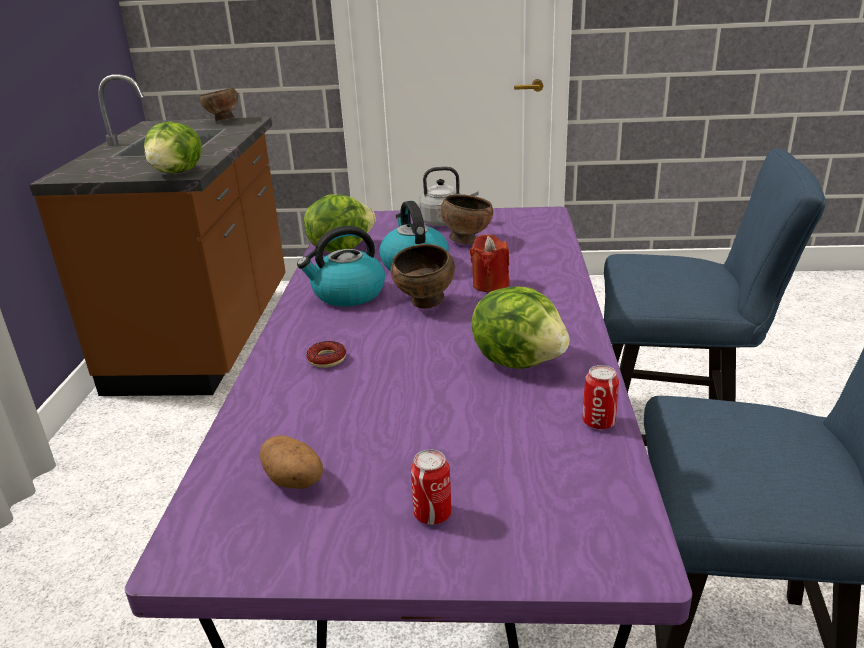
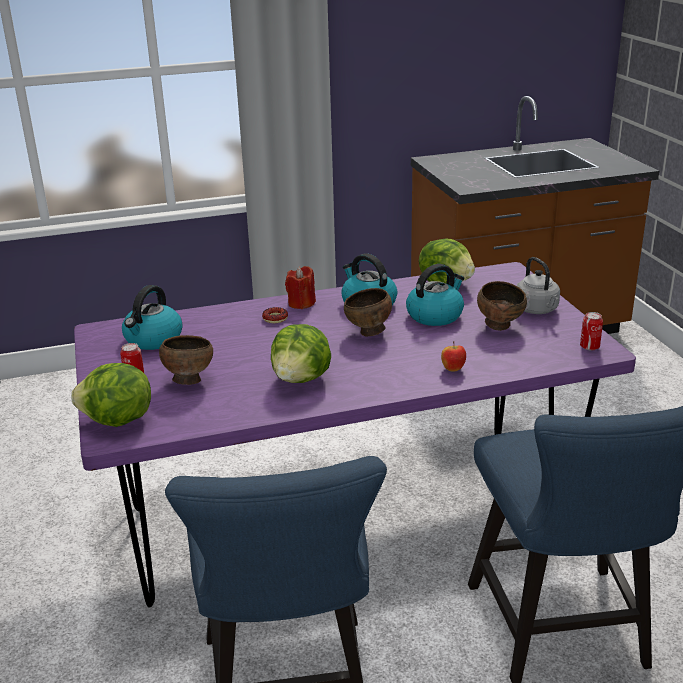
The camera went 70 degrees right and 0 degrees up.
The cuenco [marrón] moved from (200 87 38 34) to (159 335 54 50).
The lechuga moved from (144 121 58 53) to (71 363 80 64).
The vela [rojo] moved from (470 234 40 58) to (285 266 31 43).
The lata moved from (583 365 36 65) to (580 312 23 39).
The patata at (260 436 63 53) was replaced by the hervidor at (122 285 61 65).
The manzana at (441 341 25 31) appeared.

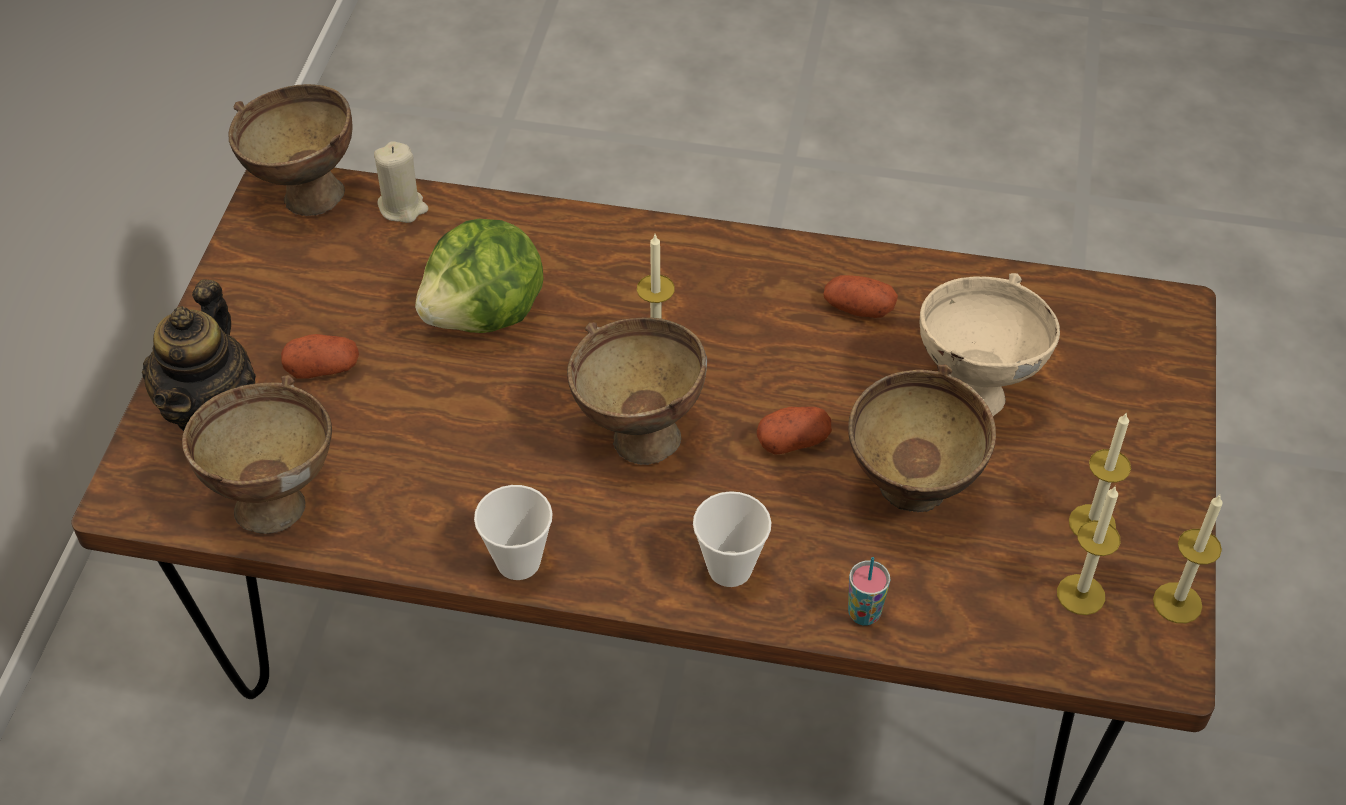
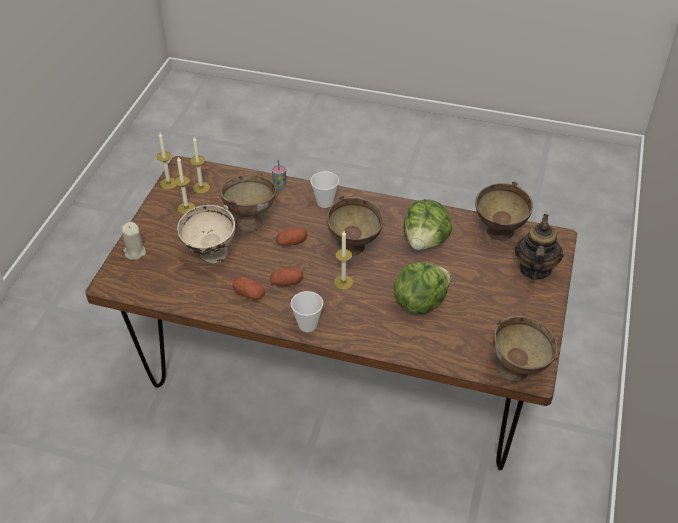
The camera went 175 degrees left and 5 degrees down.
The vela [beis] moved from (374 141 54 82) to (121 222 25 38).
The patata moved from (281 334 78 44) to (270 268 33 18).
The taza moved from (474 485 79 95) to (291 291 32 41).
The lechuga at (403 199 49 51) appeared.

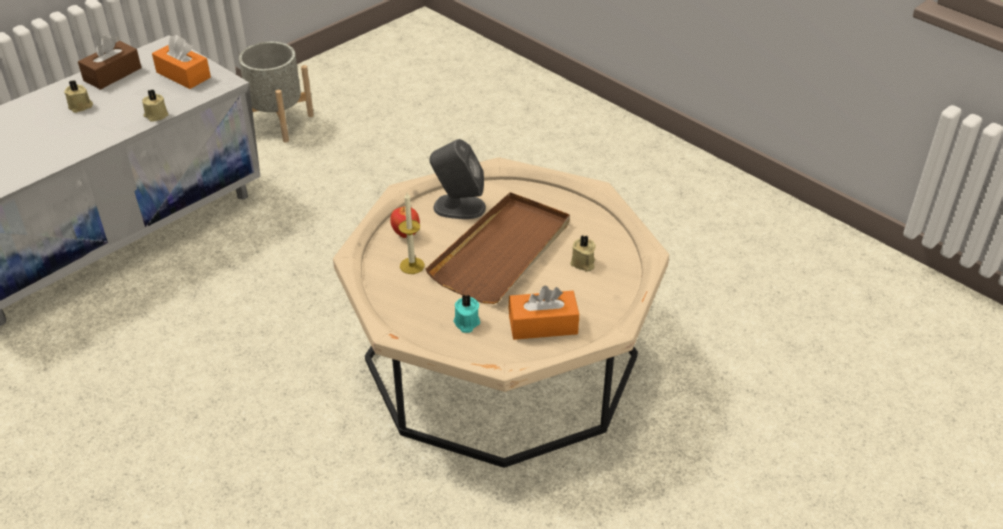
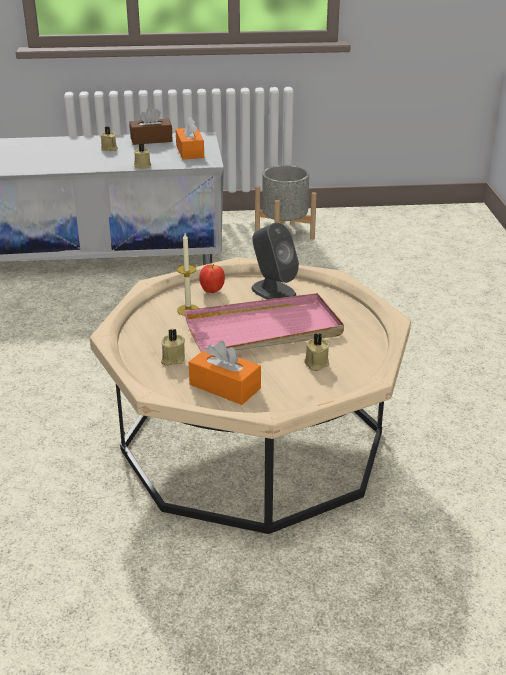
The camera went 40 degrees right and 10 degrees down.
The bandeja [marrón] at (426 192 144 112) became the bandeja [rosa] at (184 293 160 59).
The vela [turquesa] at (453 294 27 39) became the vela [beis] at (161 329 24 37).

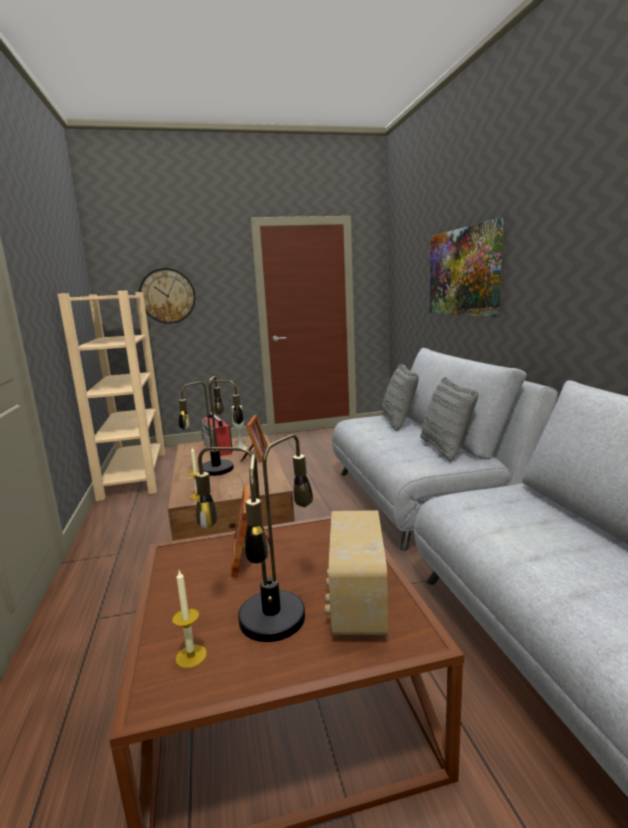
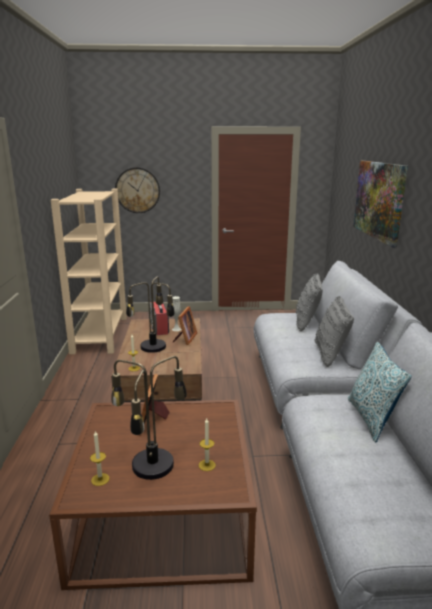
The camera went 10 degrees right and 5 degrees up.
The radio at (325 510 63 125) was replaced by the vela at (199 418 17 53).
The cojín at (348 342 64 100) appeared.

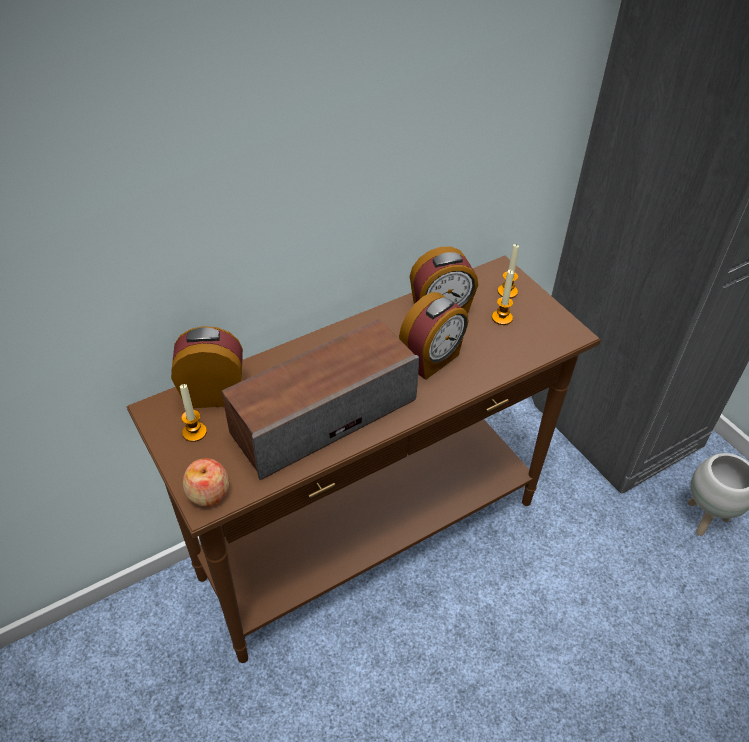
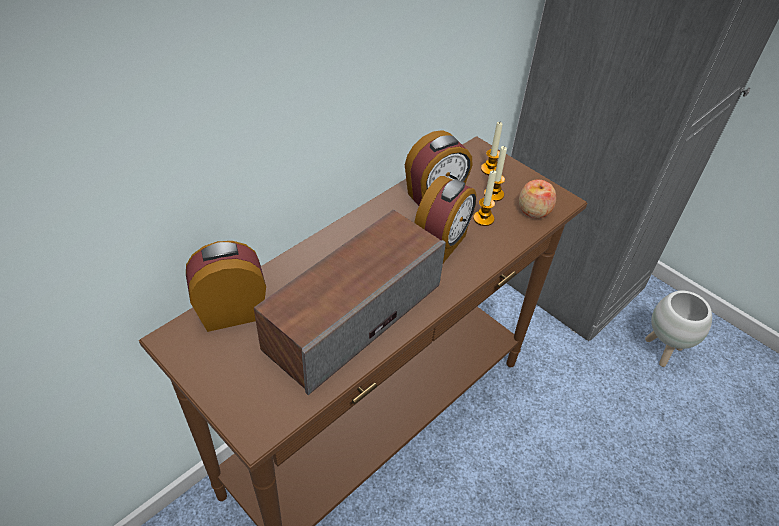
The camera went 15 degrees left and 0 degrees up.
The vela moved from (180 384 27 58) to (473 170 23 56).
The manzana moved from (183 458 47 49) to (519 179 37 39).

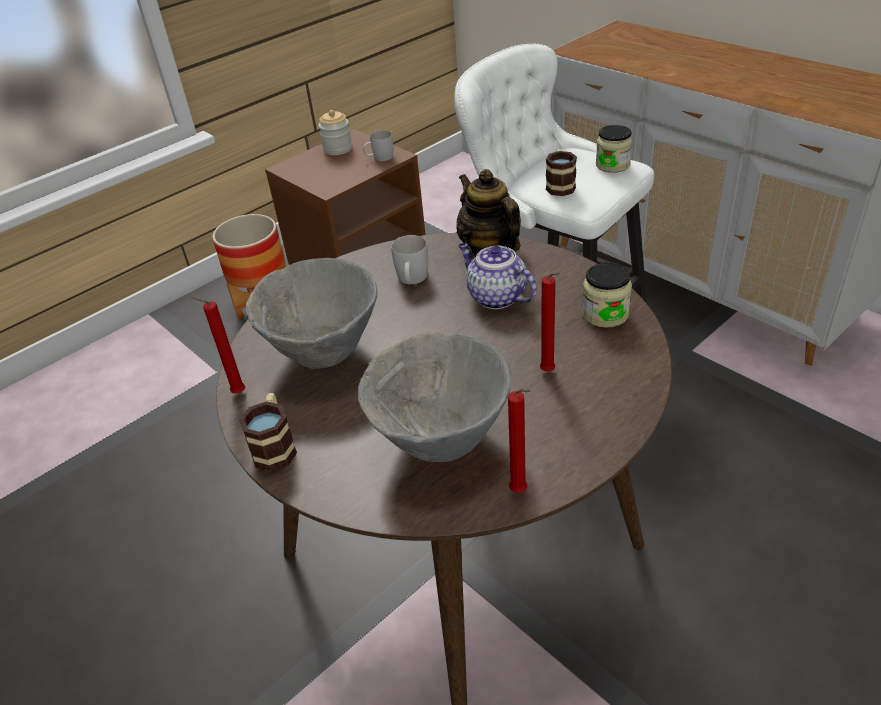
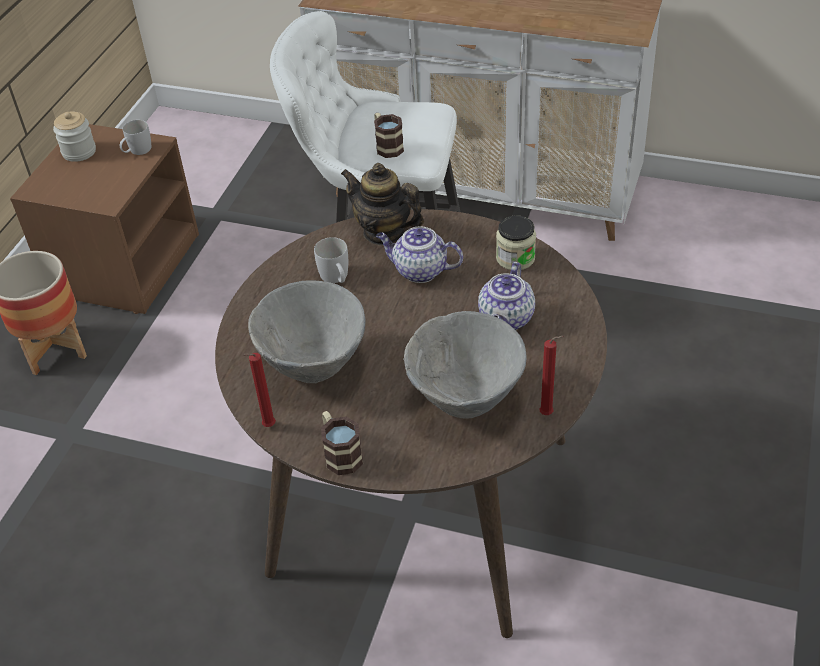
The camera went 30 degrees left and 5 degrees up.
The tarro at (596 125 36 48) disappeared.
The vela [rojo] at (540 273 20 99) was replaced by the tetera at (478 262 57 68).

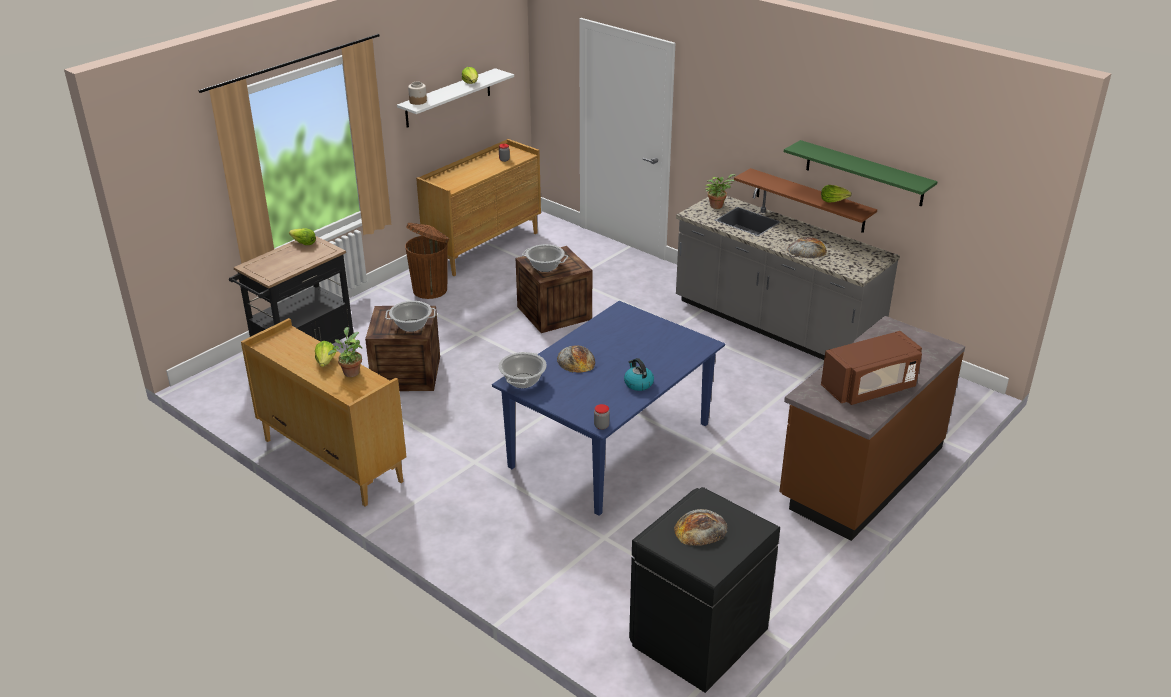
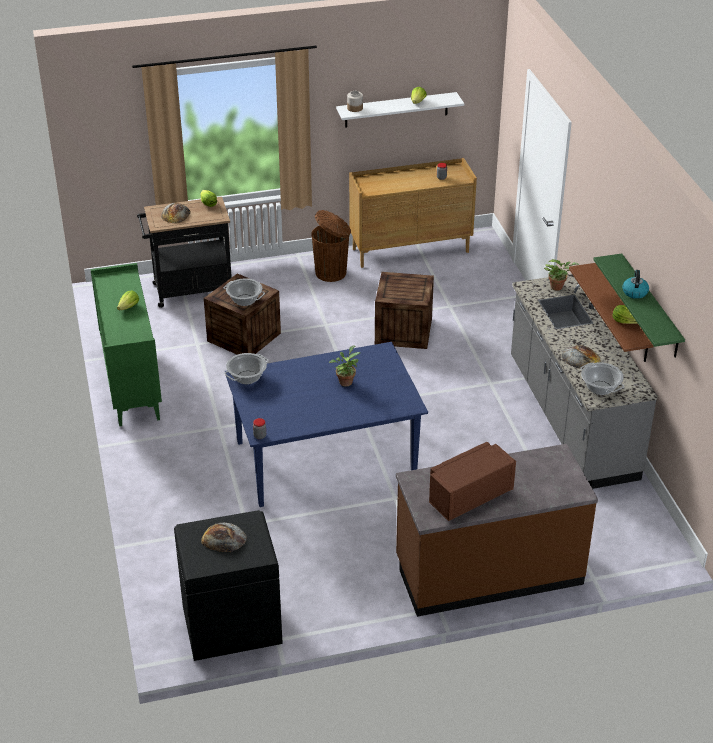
The camera went 35 degrees right and 5 degrees up.
The olla moved from (522 244 46 28) to (580 362 44 33).
The cómoda [marrón] at (241 318 165 188) became the cómoda [verde] at (90 263 72 164).
The planta en maceta moved from (328 327 35 50) to (329 345 31 42).
The microondas [marrón] at (821 331 101 74) turned 135 degrees clockwise.
The pan moved from (557 346 38 27) to (161 203 29 20).
The hervidor moved from (624 358 30 33) to (622 270 27 29).

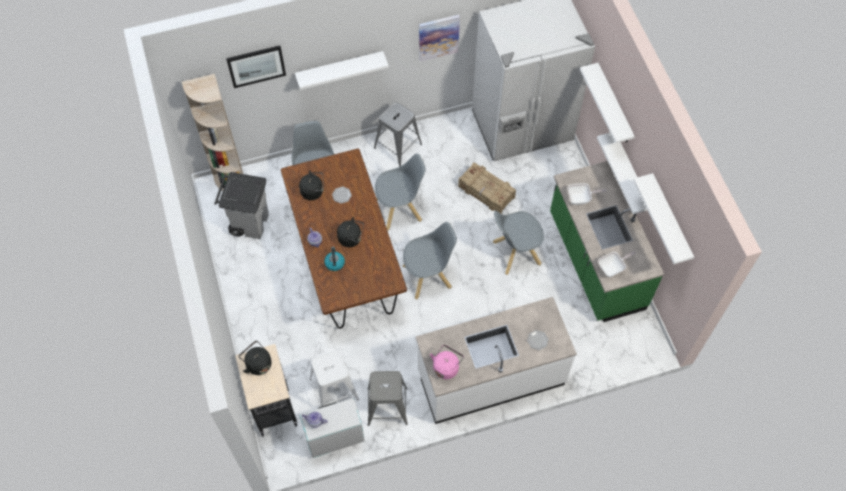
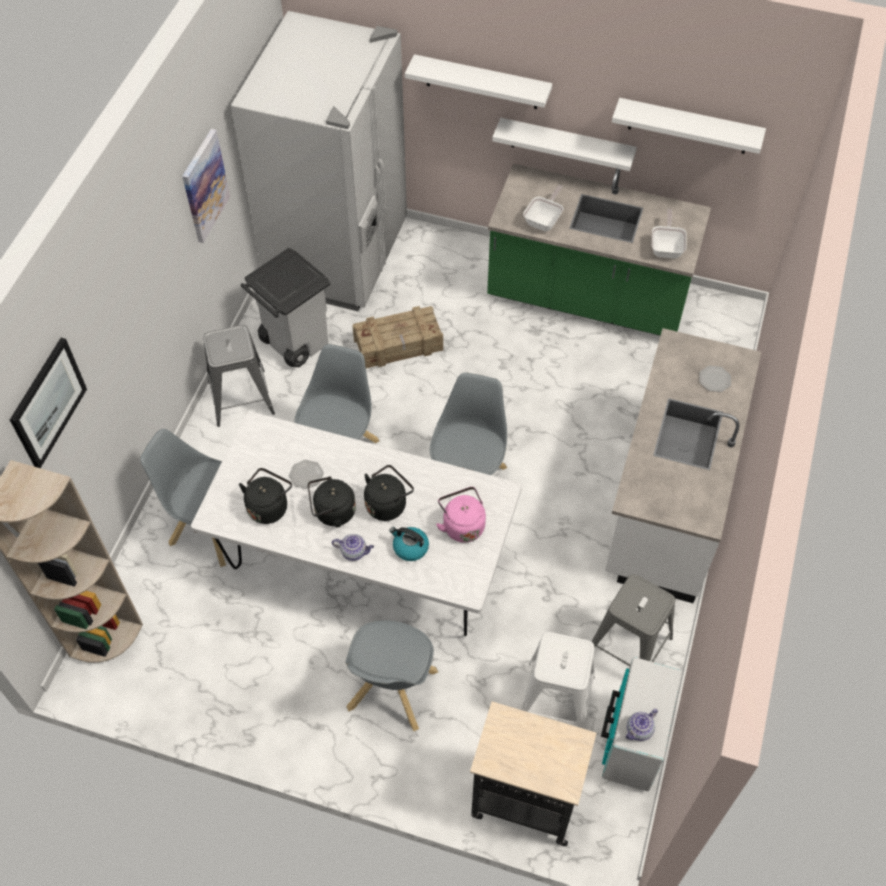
The camera went 55 degrees left and 5 degrees down.
The estante [blanco] at (295 51 94 39) disappeared.
The mesa de comedor [marrón] at (281 149 126 180) became the mesa de comedor [blanco] at (191 411 331 225).
The papelera [gris] moved from (214 172 54 67) to (241 248 89 119).
The silla [gris] moved from (493 211 51 64) to (346 621 92 110).
The hervidor [negro] moved from (239 341 33 34) to (308 476 48 51).
The hervidor [rosa] moved from (430 345 34 34) to (436 487 50 56).

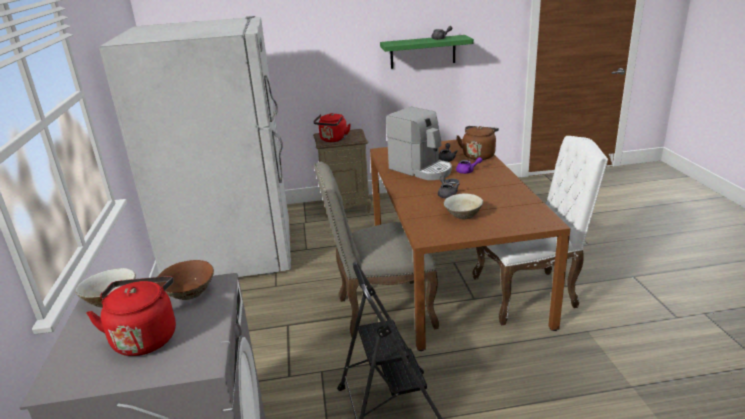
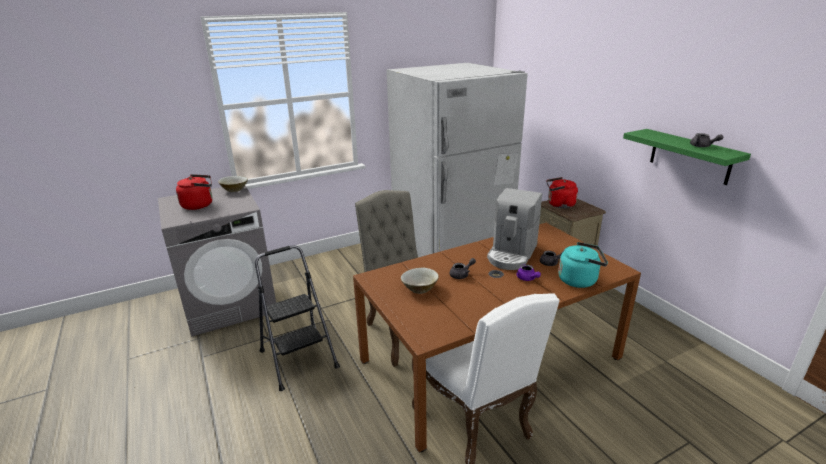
The camera went 70 degrees right and 0 degrees up.
The hervidor [marrón] at (457 126 42 34) became the hervidor [turquesa] at (558 242 50 46).
The cuenco [marrón] at (157 260 57 40) disappeared.

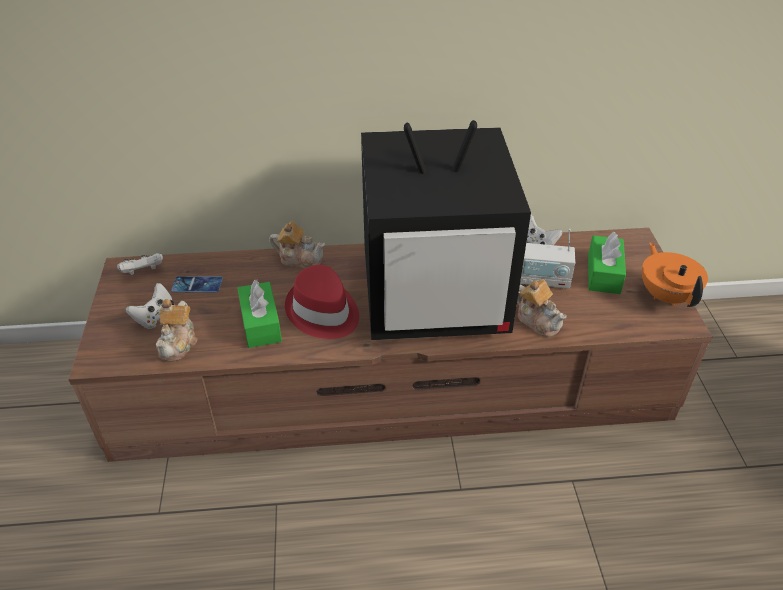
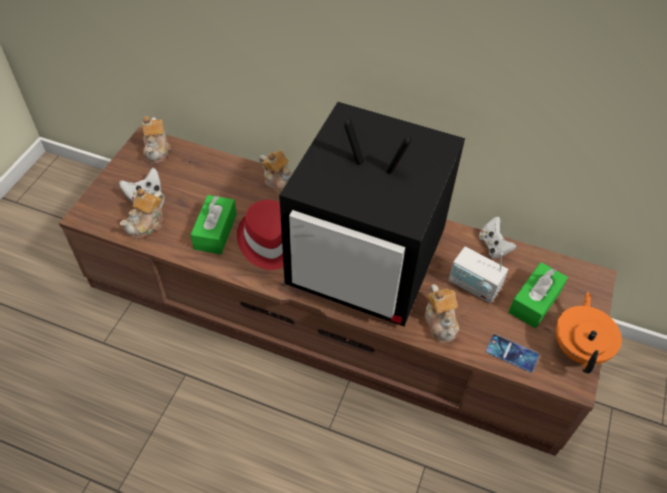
The camera went 25 degrees right and 10 degrees up.
The mando de consola [blanco] at (117 253 46 22) was replaced by the tetera at (142 116 29 48).
The móvil moved from (171 276 52 17) to (486 334 54 38).

